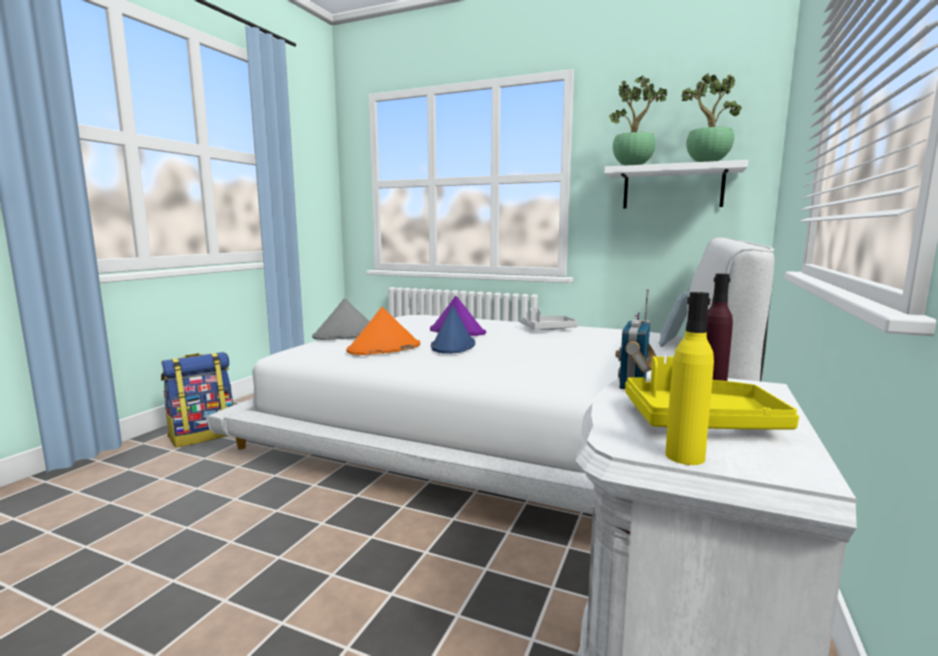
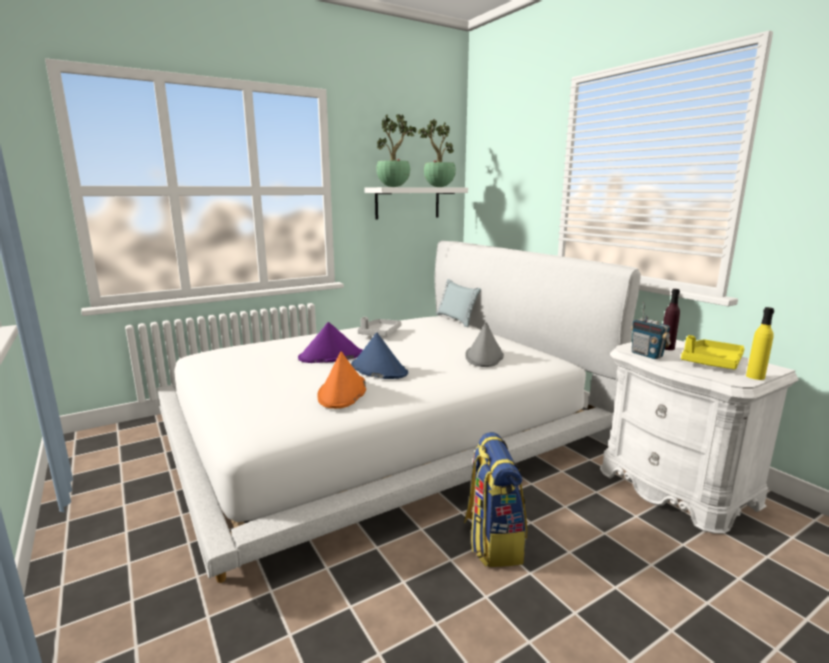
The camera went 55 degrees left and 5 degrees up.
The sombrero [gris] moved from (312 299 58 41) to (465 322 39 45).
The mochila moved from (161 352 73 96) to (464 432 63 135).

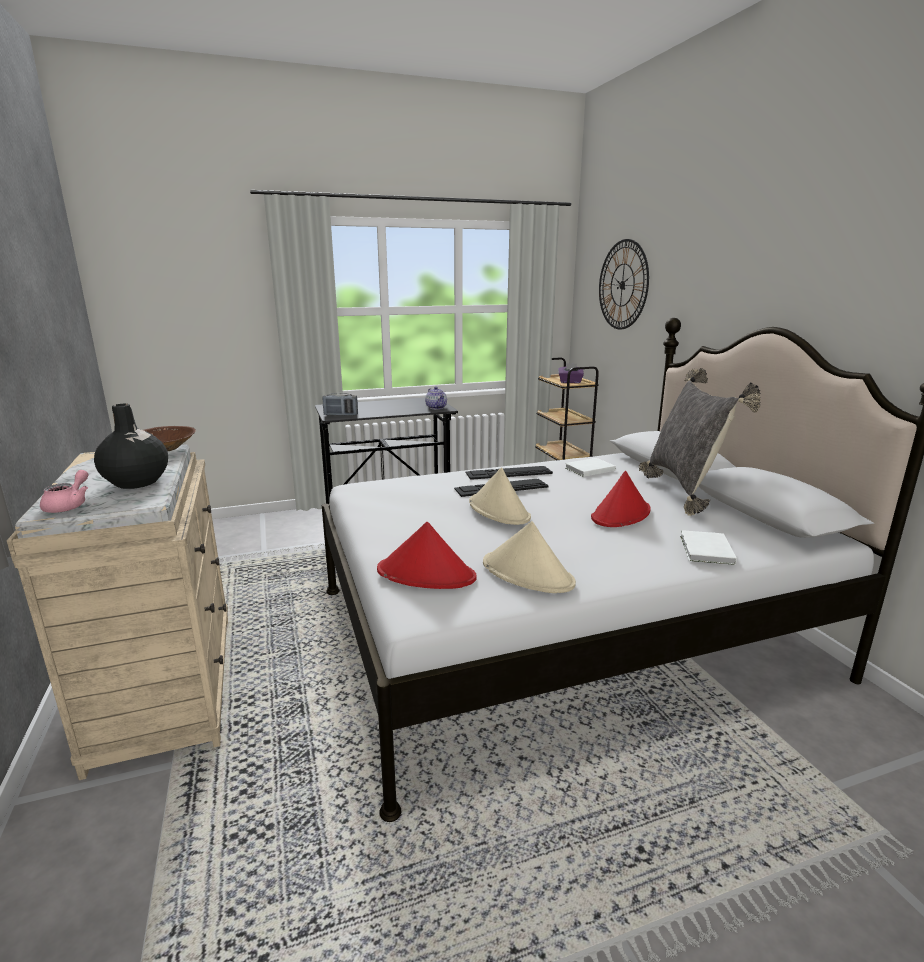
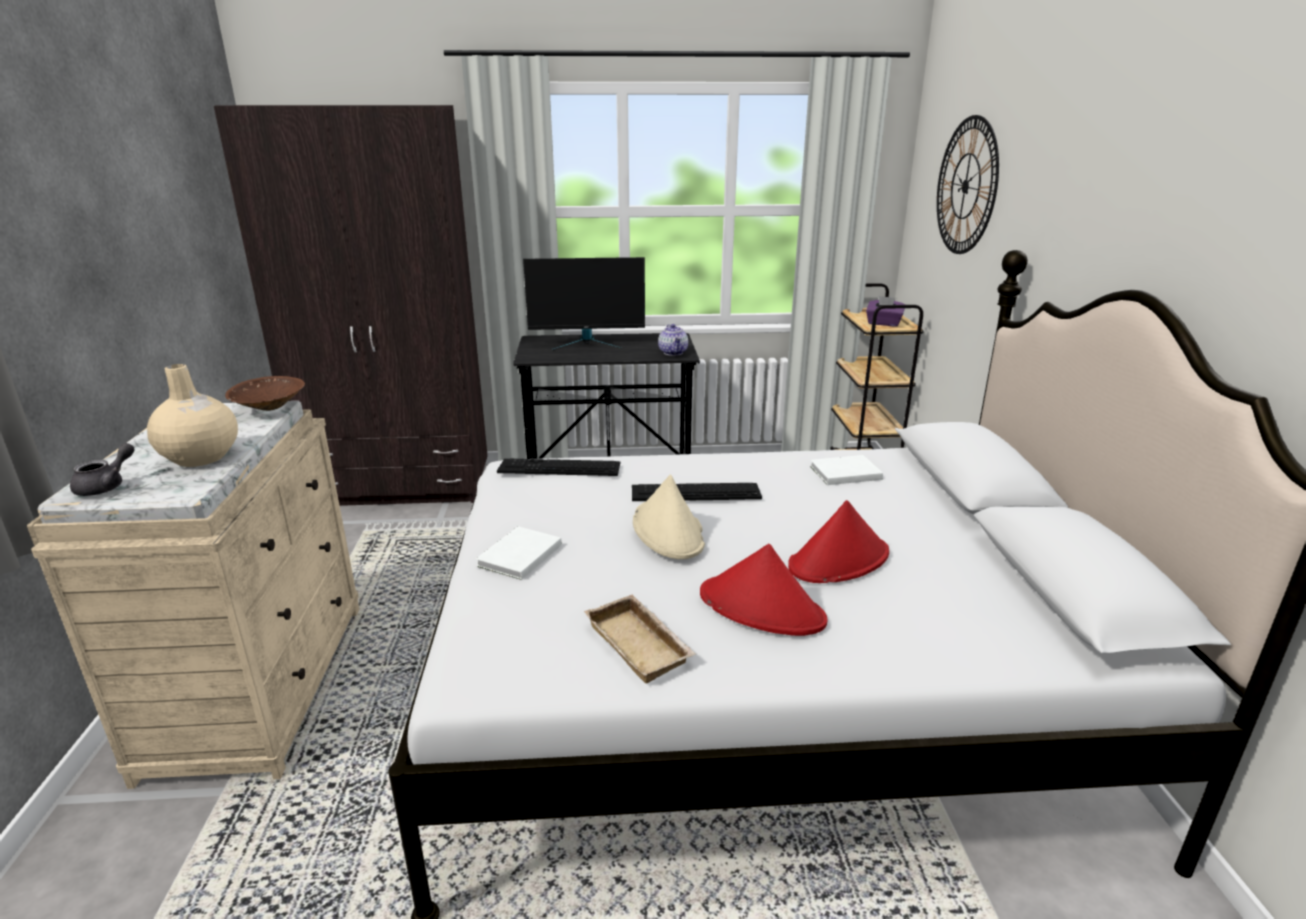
The camera went 15 degrees right and 5 degrees up.
The cojín at (638 368 123 148) disappeared.
The radio at (323 393 35 23) disappeared.
The florero [negro] at (94 404 74 85) became the florero [beis] at (147 364 91 103).
The teclado moved from (465 466 88 14) to (497 459 124 17).
The tetera [rosa] at (40 470 48 43) became the tetera [gris] at (70 443 65 53).
The sombrero [beis] at (483 521 93 72) was replaced by the bandeja [beis] at (584 594 112 90).
The sombrero [rojo] moved from (377 522 100 67) to (700 544 127 92).
The libro [blanco] moved from (680 530 57 35) to (476 526 86 54).
The armario ropero [marrón] at (214 105 274 401) appeared.
The monitor at (523 257 122 94) appeared.

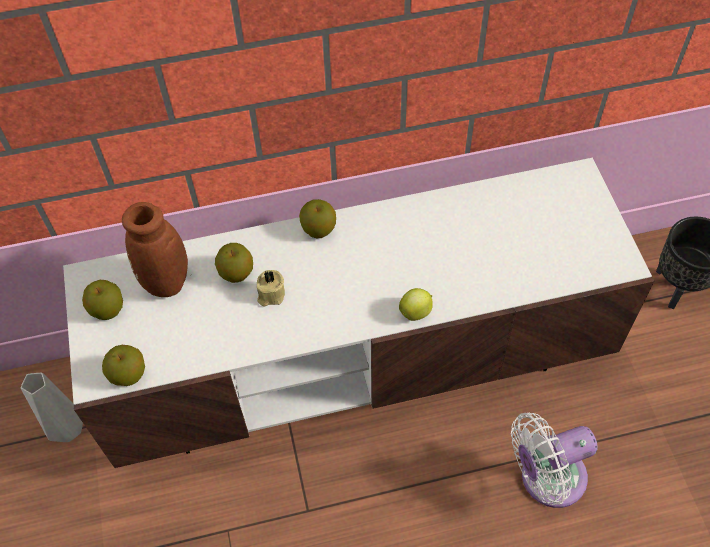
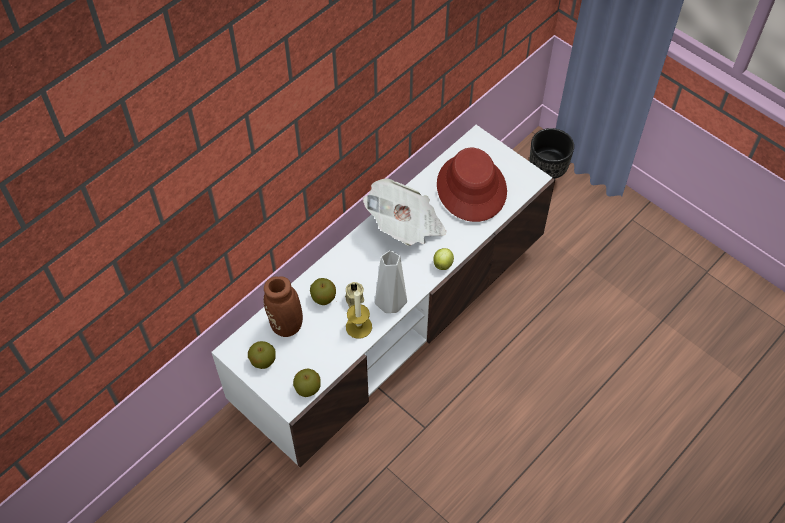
The camera went 35 degrees left and 0 degrees up.
The manzana at (299 199 37 39) disappeared.
The florero [gris] moved from (21 373 62 69) to (375 250 32 63).
The ventilador [blanco] at (511 413 87 95) disappeared.
The sombrero [rojo] at (437 148 70 74) appeared.
The periódico at (363 178 84 68) appeared.
The vela at (346 290 26 49) appeared.

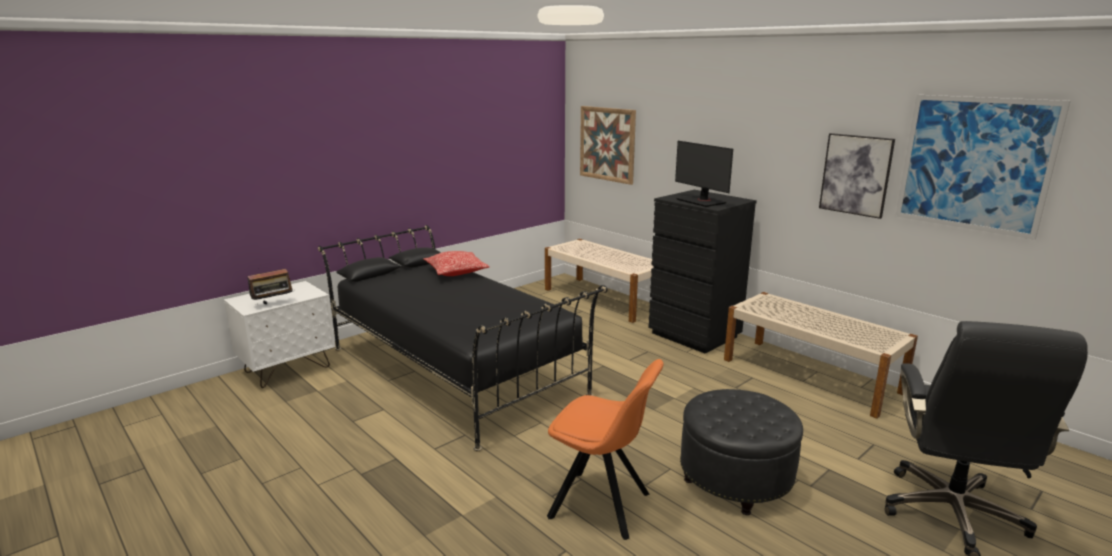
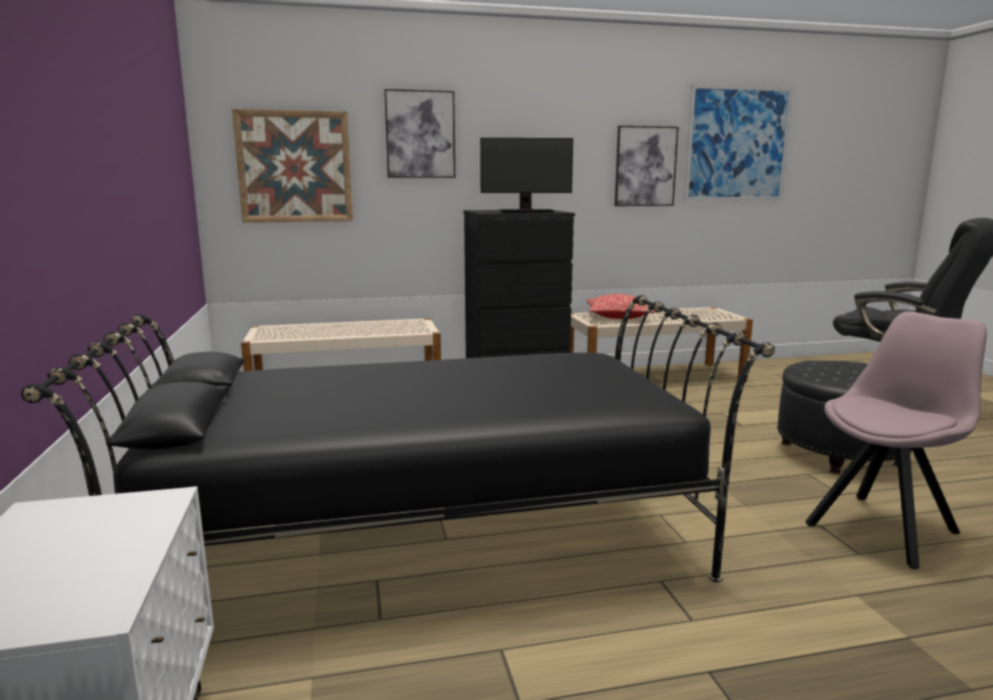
The camera went 60 degrees left and 5 degrees down.
The cojín moved from (424 251 66 25) to (586 294 68 25).
The radio at (243 269 52 36) disappeared.
The silla [naranja] at (547 359 117 181) became the silla [rosa] at (805 311 182 258).
The cuadro at (384 89 71 89) appeared.

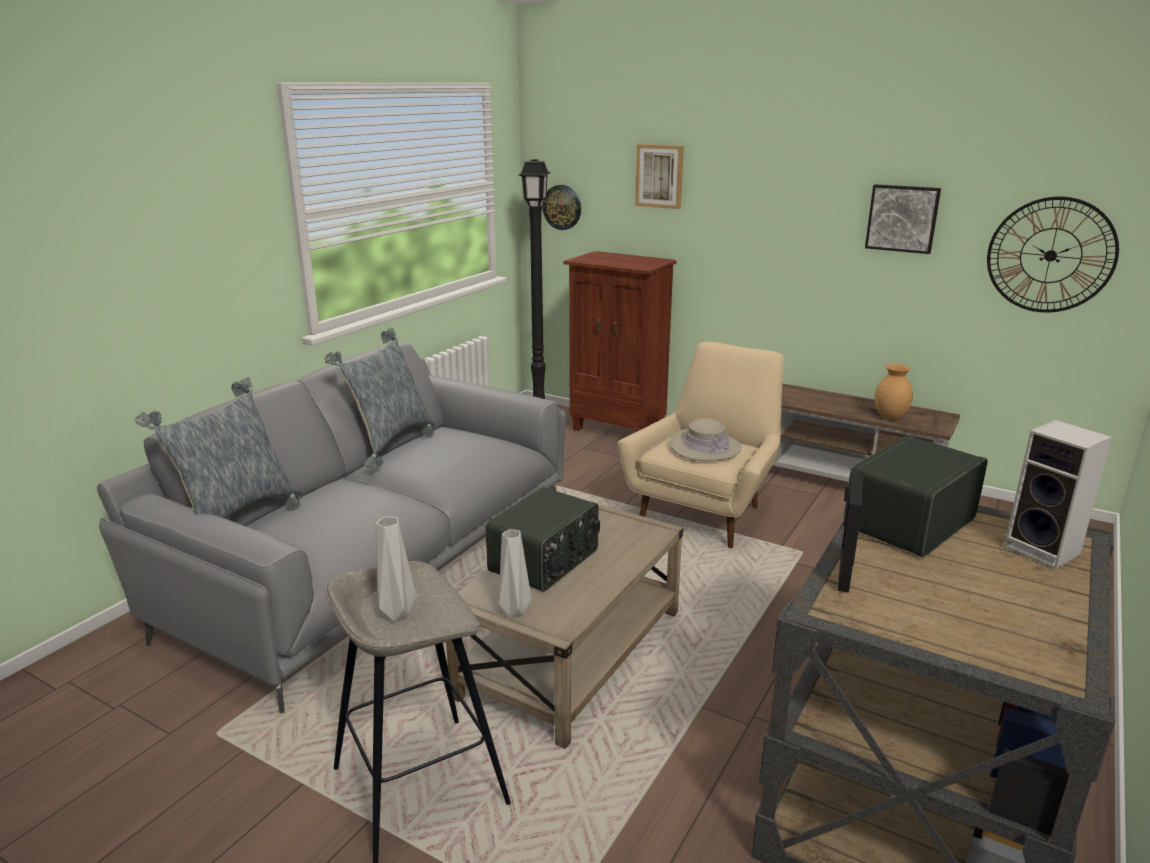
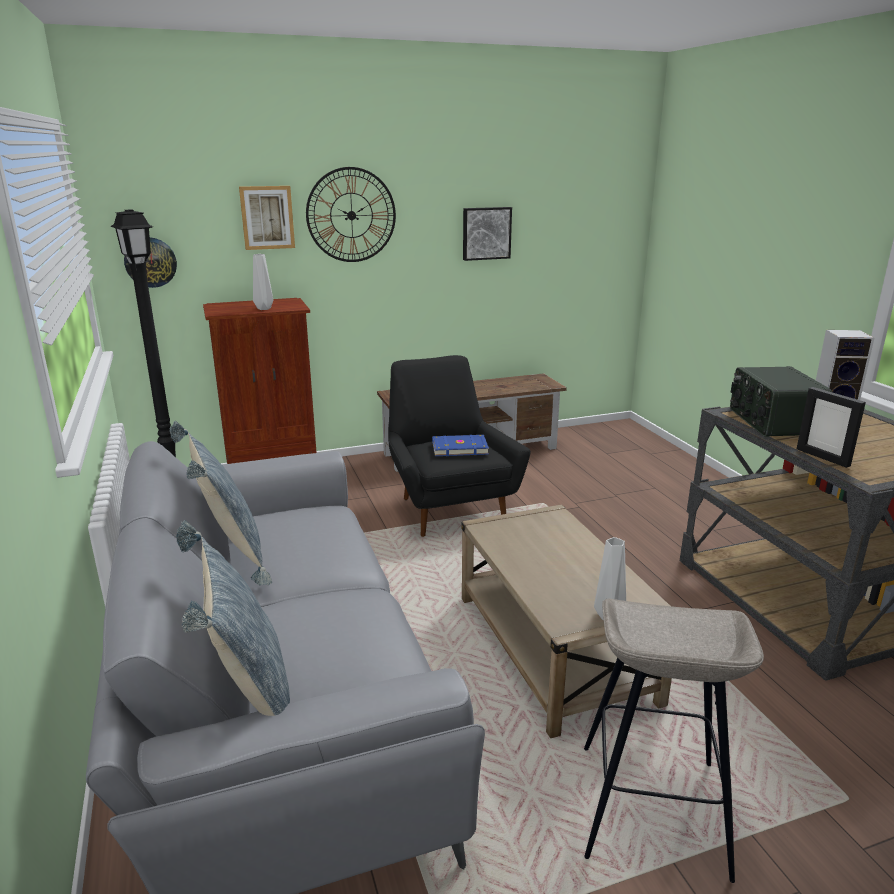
The camera went 50 degrees left and 0 degrees up.
The reloj de pared moved from (987 197 132 116) to (306 167 90 95).
The sillón [beis] at (618 342 166 206) became the sillón [negro] at (388 355 143 182).
The florero [marrón] at (875 364 38 56) disappeared.
The sombrero [beis] at (670 418 71 43) was replaced by the libro [azul] at (432 435 57 21).
The radio at (485 487 115 105) disappeared.
The florero [gris] moved from (376 517 40 104) to (253 254 20 56).

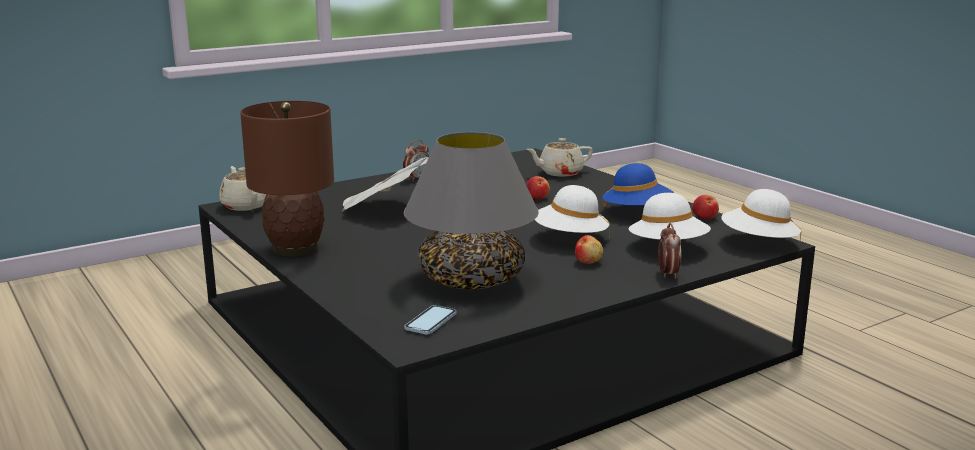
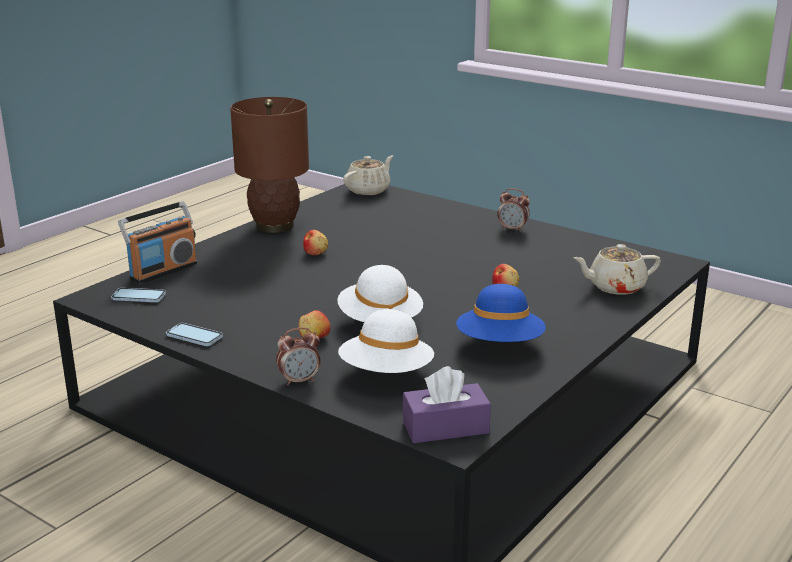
The camera went 70 degrees right and 5 degrees up.
The lámpara de mesa [gris] at (404 132 135 157) disappeared.
The tetera [beis] at (526 138 67 38) turned 60 degrees counterclockwise.
The periódico at (343 157 85 54) disappeared.
The sombrero [blanco] at (721 189 80 51) was replaced by the caja de pañuelos [morado] at (403 366 88 77).
The manzana moved from (692 195 27 24) to (303 230 25 25).
The radio at (118 201 79 83) appeared.
The móvil at (166 323 57 23) appeared.

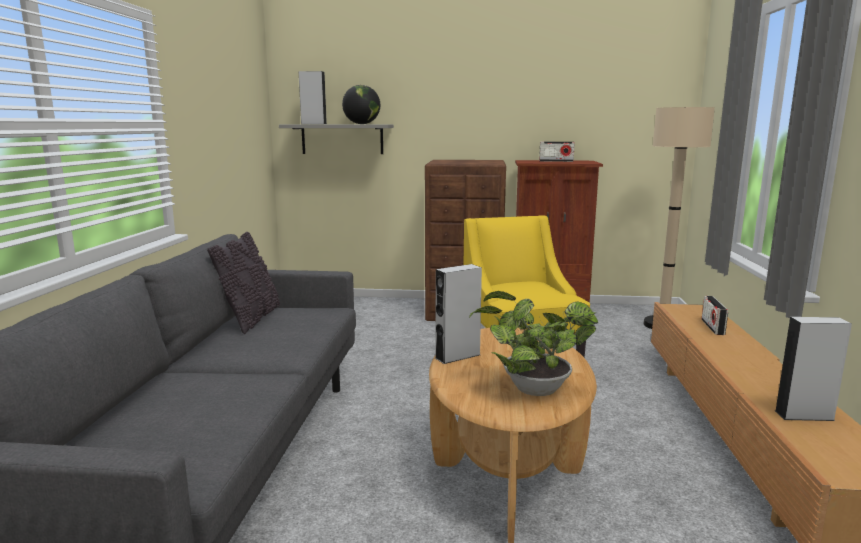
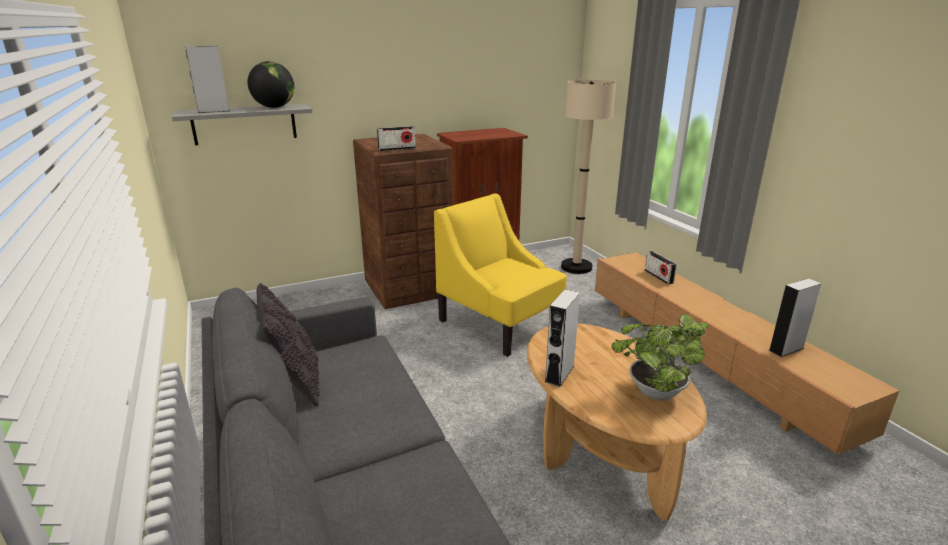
The camera went 30 degrees left and 10 degrees up.
The radio moved from (539 142 36 20) to (377 126 39 25).

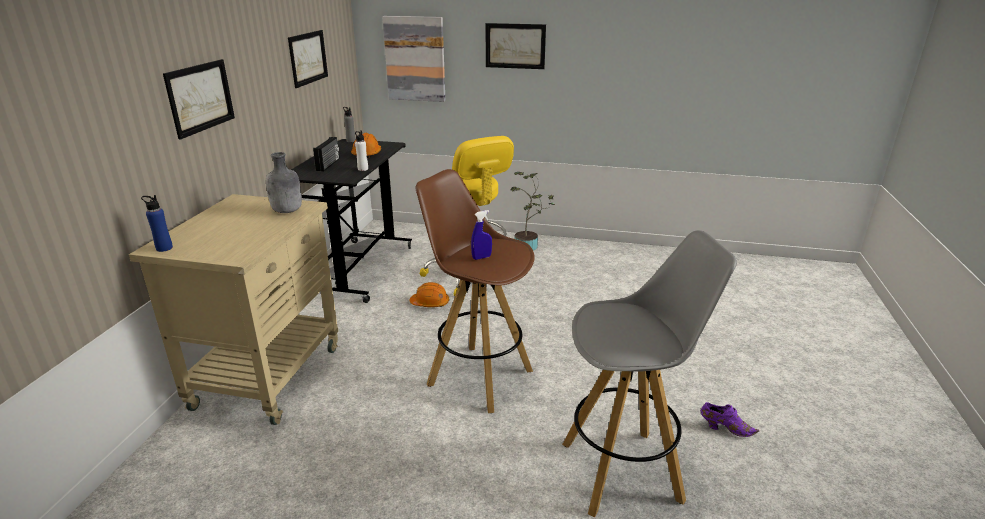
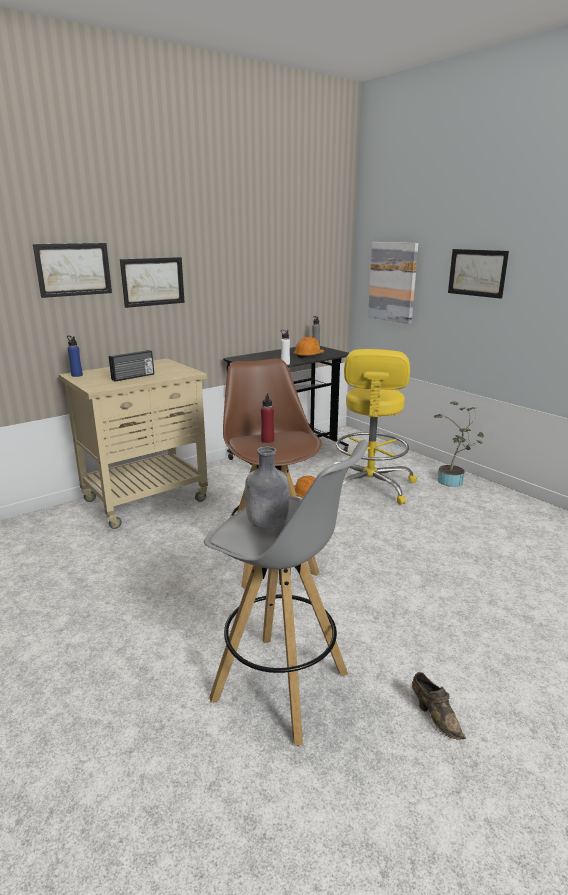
The camera went 40 degrees right and 5 degrees down.
The cuadro moved from (288 30 40 58) to (33 243 79 55).
The radio moved from (313 137 27 34) to (109 350 45 32).
The botella [gris] moved from (266 152 36 61) to (245 446 44 83).
The pulverizador [azul] at (471 210 21 50) was replaced by the botella [rojo] at (261 393 13 50).
The zapato [morado] at (701 402 59 35) became the zapato [marrón] at (412 672 54 68).

